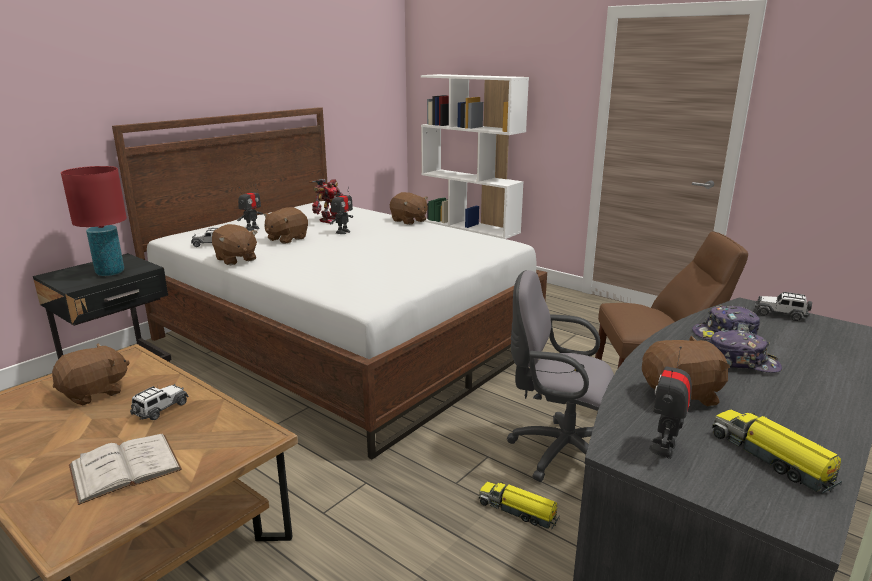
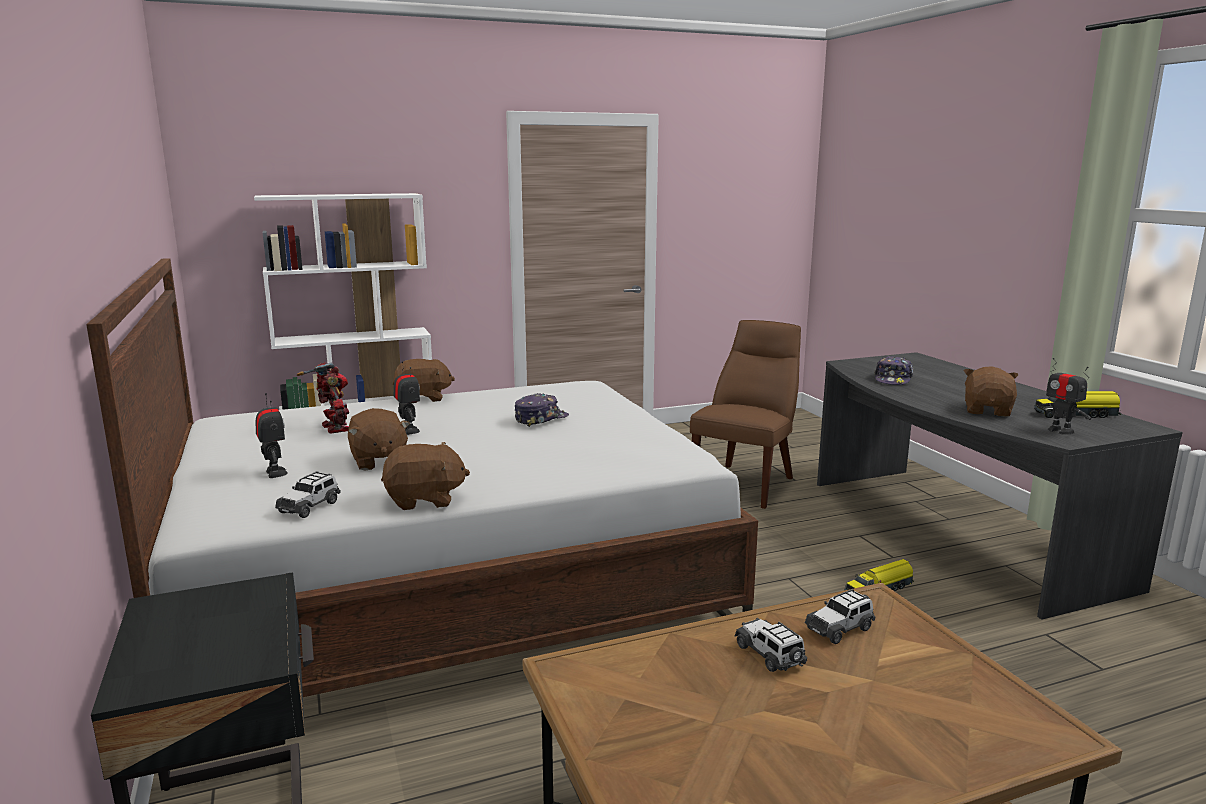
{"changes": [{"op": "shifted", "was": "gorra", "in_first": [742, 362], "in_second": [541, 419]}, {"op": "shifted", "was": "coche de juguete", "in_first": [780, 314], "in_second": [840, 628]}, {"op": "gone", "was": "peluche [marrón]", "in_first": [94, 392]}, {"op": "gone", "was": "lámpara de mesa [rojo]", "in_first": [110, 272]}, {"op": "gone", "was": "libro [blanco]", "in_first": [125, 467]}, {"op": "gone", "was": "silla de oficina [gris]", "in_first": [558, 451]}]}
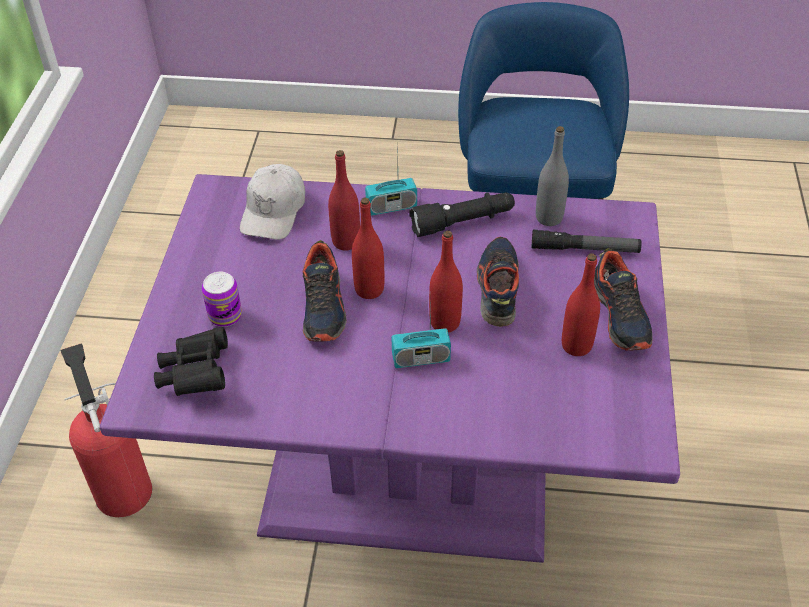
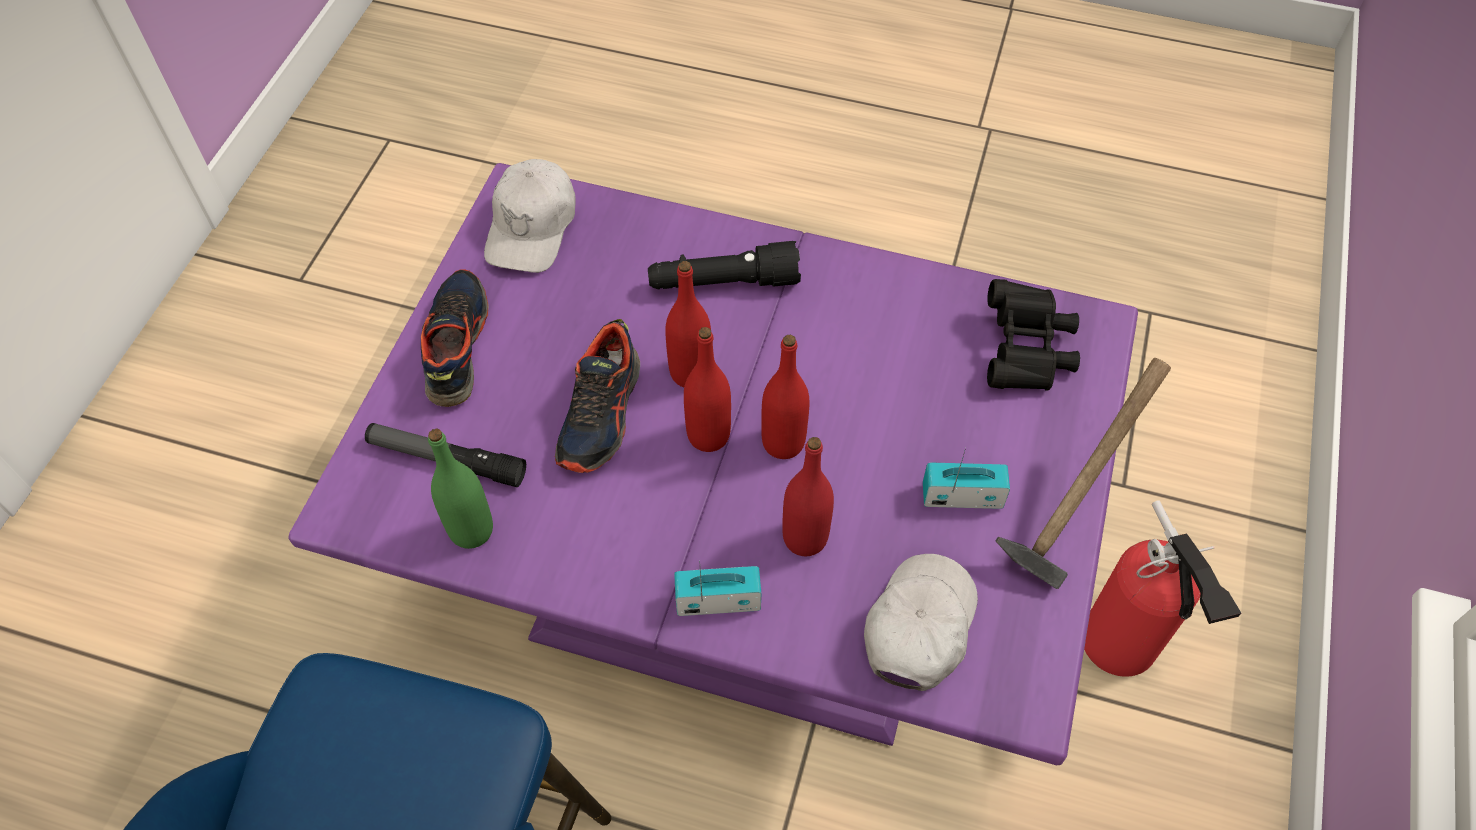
{"changes": [{"op": "repainted", "was": "botella [gris]", "now": "botella [verde]", "in_first": [549, 218], "in_second": [471, 530]}, {"op": "new", "now": "gorra [blanco]", "in_second": [532, 227]}, {"op": "shifted", "was": "linterna [negro]", "in_first": [463, 222], "in_second": [723, 283]}, {"op": "shifted", "was": "botella [rojo]", "in_first": [576, 345], "in_second": [708, 435]}, {"op": "shifted", "was": "radio", "in_first": [421, 358], "in_second": [962, 496]}, {"op": "new", "now": "martillo", "in_second": [1067, 512]}, {"op": "gone", "was": "lata", "in_first": [225, 316]}, {"op": "gone", "was": "zapato", "in_first": [324, 307]}]}
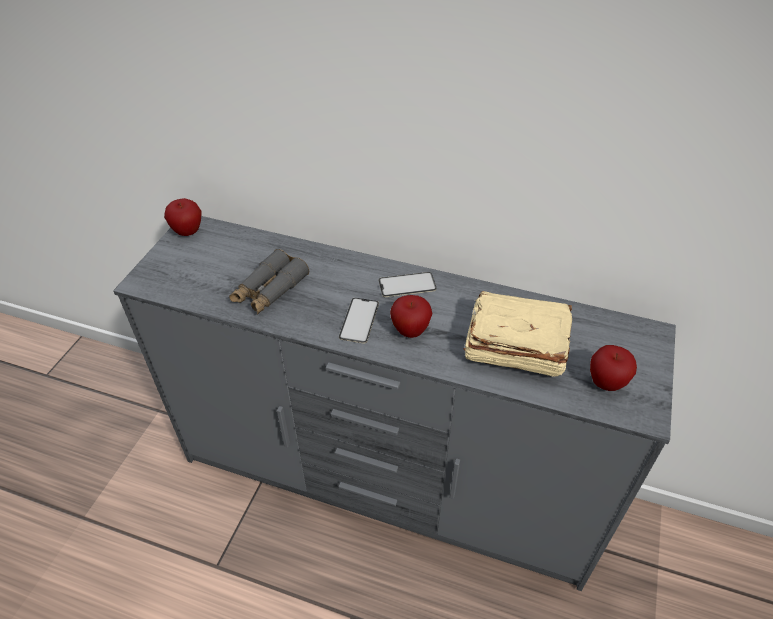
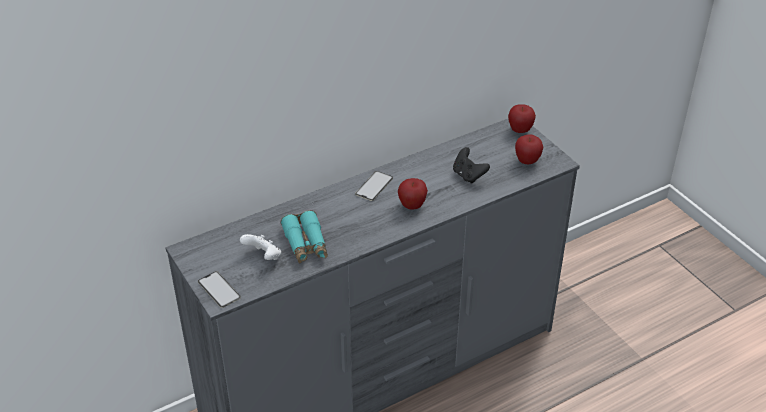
{"changes": [{"op": "shifted", "was": "móvil", "in_first": [359, 320], "in_second": [219, 289]}, {"op": "new", "now": "mando de consola [blanco]", "in_second": [263, 257]}, {"op": "repainted", "was": "prismáticos [gris]", "now": "prismáticos [turquesa]", "in_first": [270, 290], "in_second": [305, 244]}, {"op": "swapped", "was": "libro [beis]", "now": "mando de consola [negro]", "in_first": [514, 346], "in_second": [468, 175]}, {"op": "shifted", "was": "manzana", "in_first": [188, 232], "in_second": [520, 130]}]}
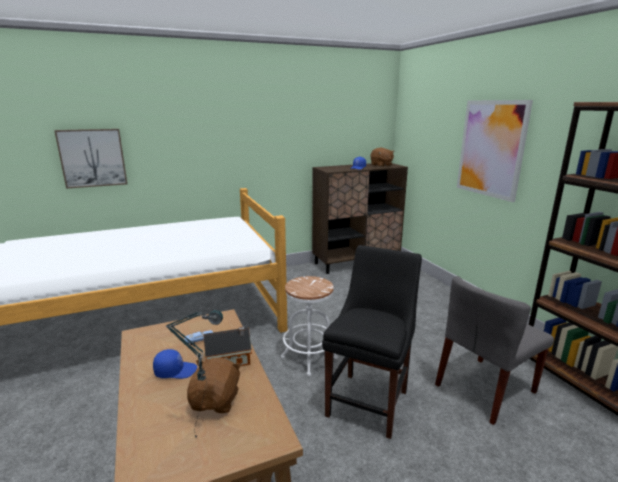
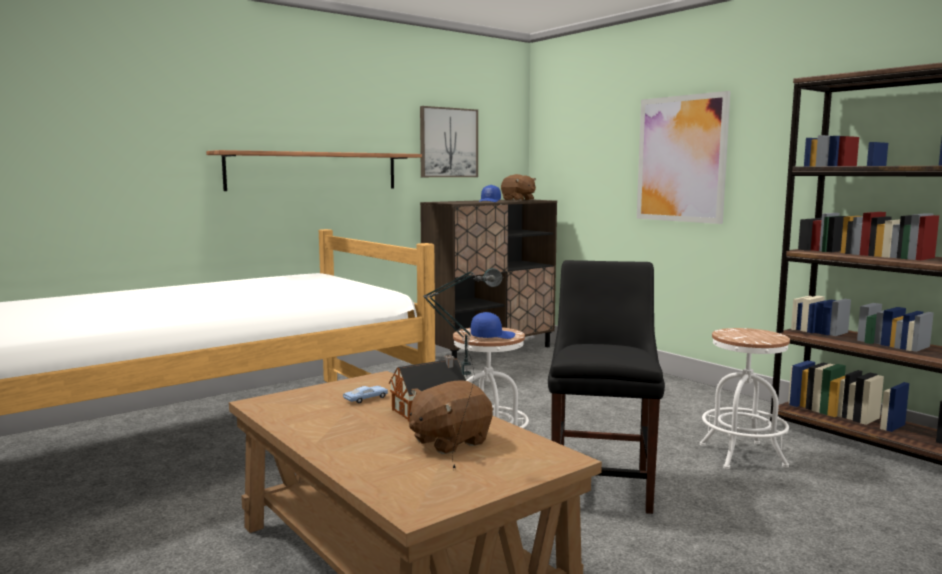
{"changes": [{"op": "new", "now": "estante", "in_second": [314, 171]}, {"op": "rotated", "was": "peluche [marrón]", "in_first": [216, 401], "in_second": [449, 441], "clockwise": -120}, {"op": "shifted", "was": "cuadro", "in_first": [93, 158], "in_second": [448, 142]}, {"op": "shifted", "was": "gorra [azul]", "in_first": [175, 370], "in_second": [492, 336]}, {"op": "swapped", "was": "silla [gris]", "now": "taburete [blanco]", "in_first": [485, 389], "in_second": [742, 455]}]}
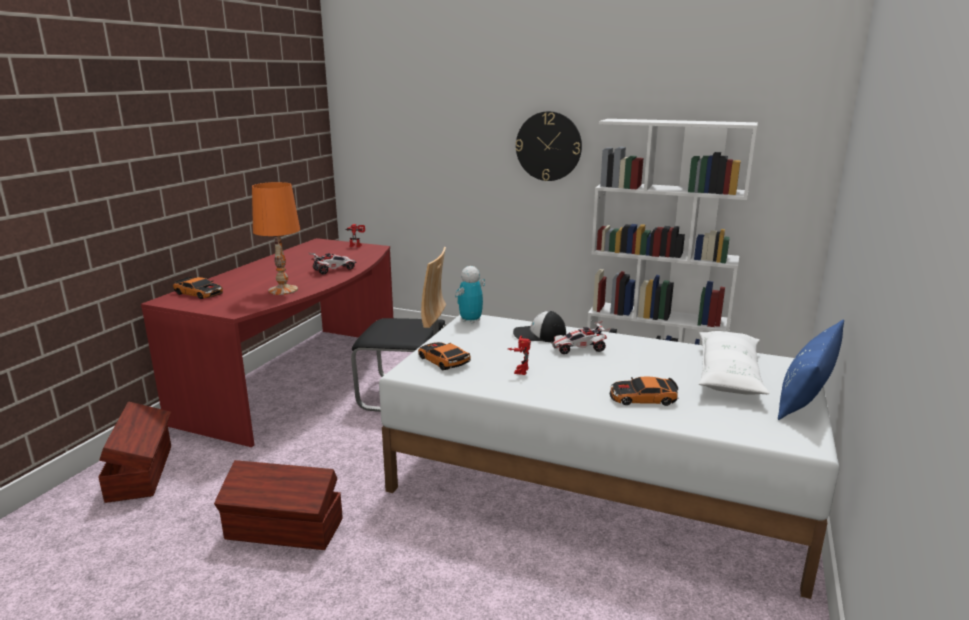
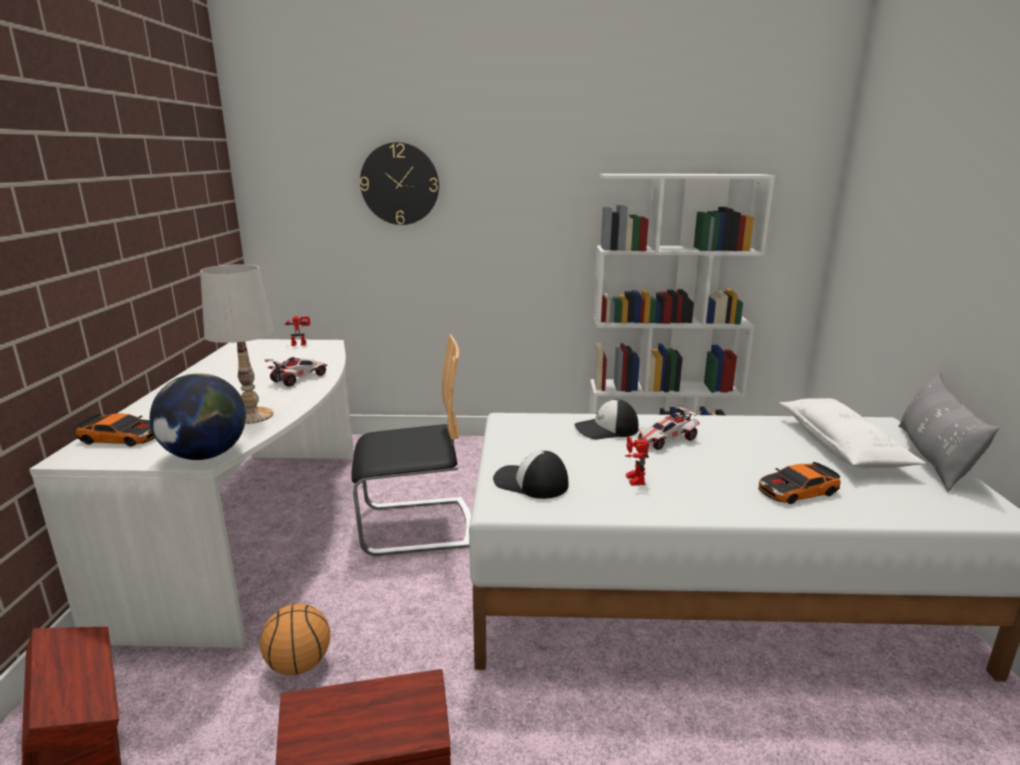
{"changes": [{"op": "repainted", "was": "escritorio [rojo]", "now": "escritorio [blanco]", "in_first": [301, 379], "in_second": [259, 529]}, {"op": "new", "now": "globo terráqueo", "in_second": [206, 455]}, {"op": "repainted", "was": "lámpara de mesa [naranja]", "now": "lámpara de mesa [blanco]", "in_first": [282, 290], "in_second": [251, 416]}, {"op": "new", "now": "balón de baloncesto", "in_second": [298, 664]}, {"op": "shifted", "was": "reloj de pared", "in_first": [548, 146], "in_second": [400, 184]}, {"op": "swapped", "was": "coche de juguete", "now": "gorra", "in_first": [442, 360], "in_second": [530, 482]}, {"op": "repainted", "was": "cojín [azul]", "now": "cojín [gris]", "in_first": [805, 395], "in_second": [932, 457]}, {"op": "gone", "was": "robot de juguete", "in_first": [470, 321]}]}
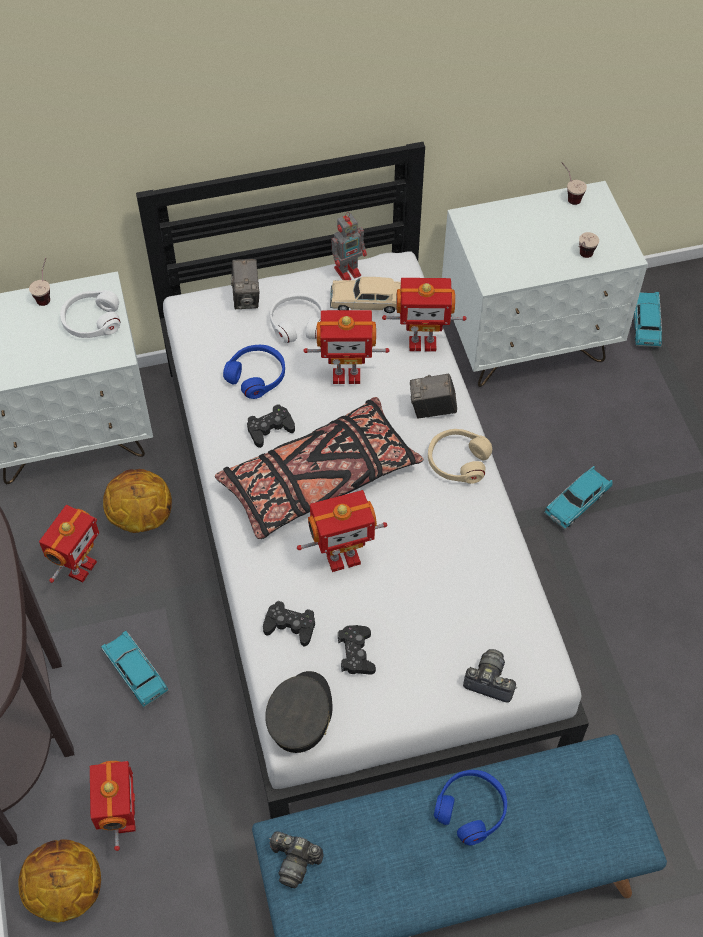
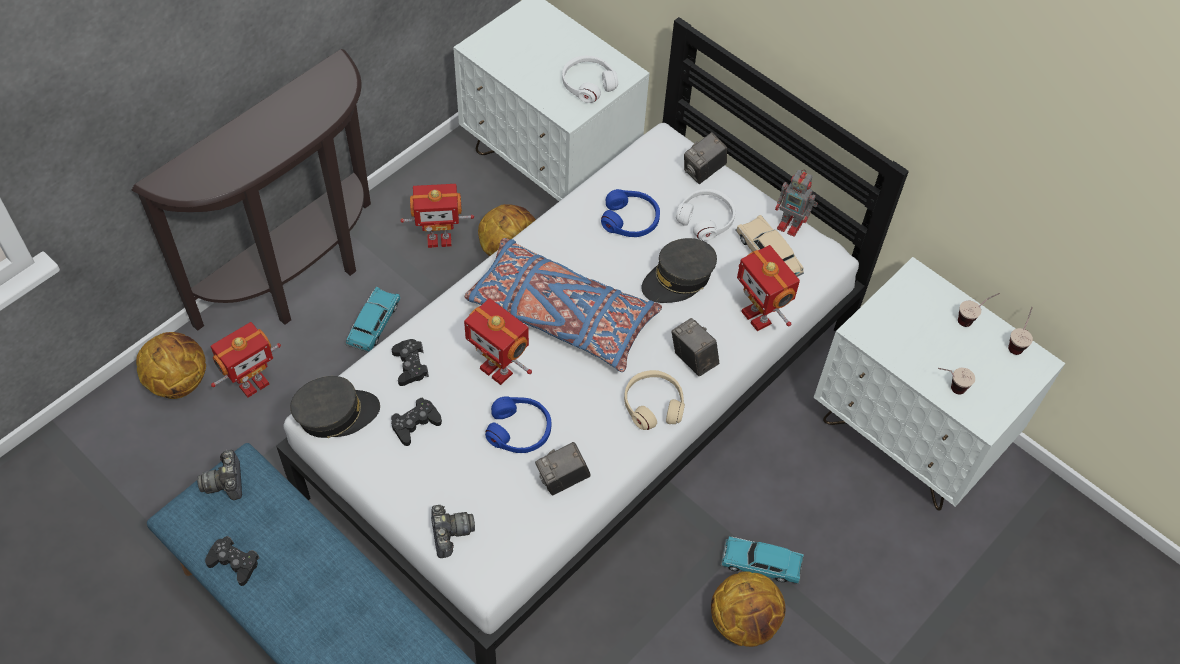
{"changes": [{"op": "shifted", "was": "mando de consola [negro]", "in_first": [270, 429], "in_second": [234, 563]}, {"op": "repainted", "was": "cojín [negro]", "now": "cojín [azul]", "in_first": [319, 479], "in_second": [561, 315]}, {"op": "shifted", "was": "auriculares [azul]", "in_first": [471, 809], "in_second": [519, 430]}, {"op": "new", "now": "cámara", "in_second": [562, 480]}, {"op": "swapped", "was": "robot de juguete", "now": "gorra [gris]", "in_first": [346, 375], "in_second": [678, 279]}, {"op": "new", "now": "balón de baloncesto", "in_second": [744, 622]}, {"op": "shifted", "was": "taza", "in_first": [46, 294], "in_second": [972, 318]}, {"op": "gone", "was": "coche de juguete [turquesa]", "in_first": [645, 324]}]}
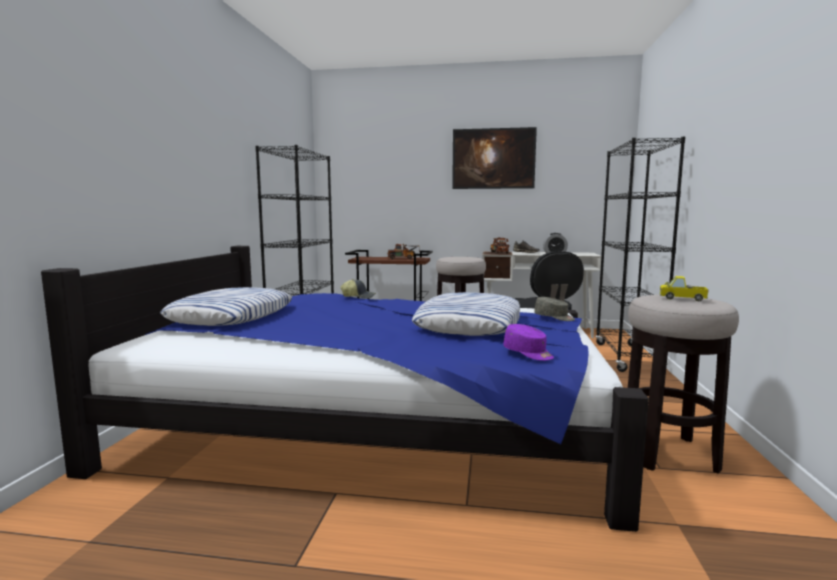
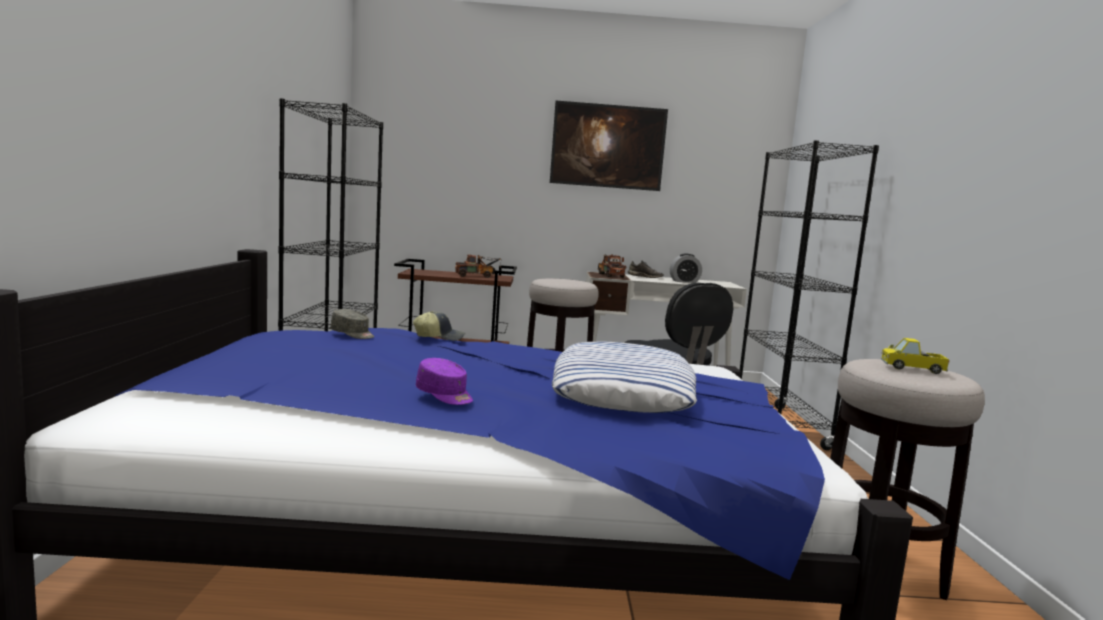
{"changes": [{"op": "shifted", "was": "gorra [gris]", "in_first": [554, 317], "in_second": [353, 334]}, {"op": "shifted", "was": "gorra [morado]", "in_first": [528, 353], "in_second": [445, 395]}, {"op": "gone", "was": "cojín", "in_first": [232, 316]}]}
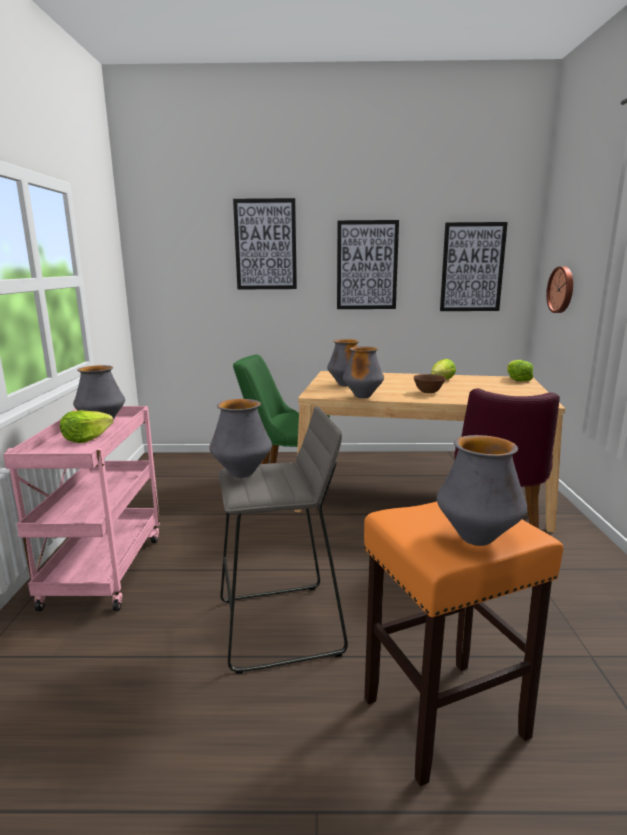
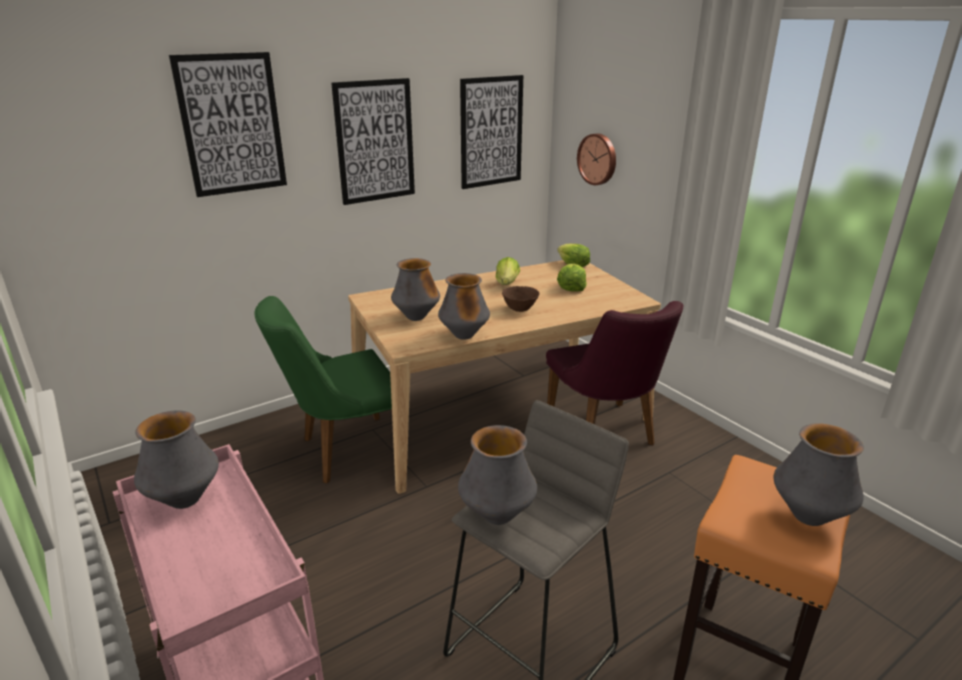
{"changes": [{"op": "shifted", "was": "lechuga", "in_first": [86, 438], "in_second": [571, 287]}]}
